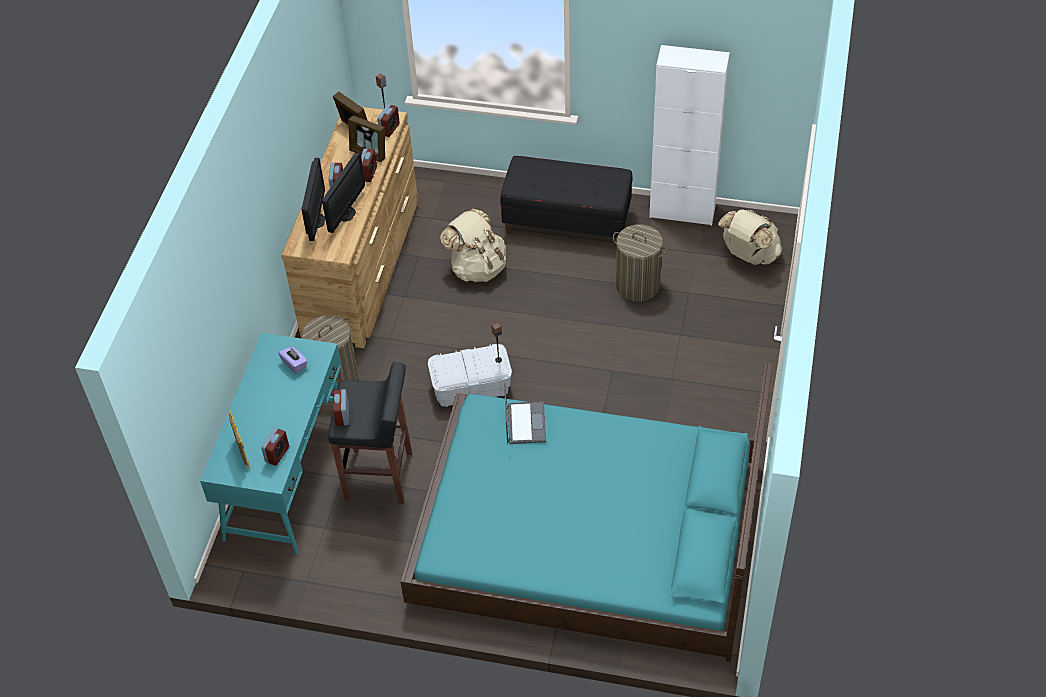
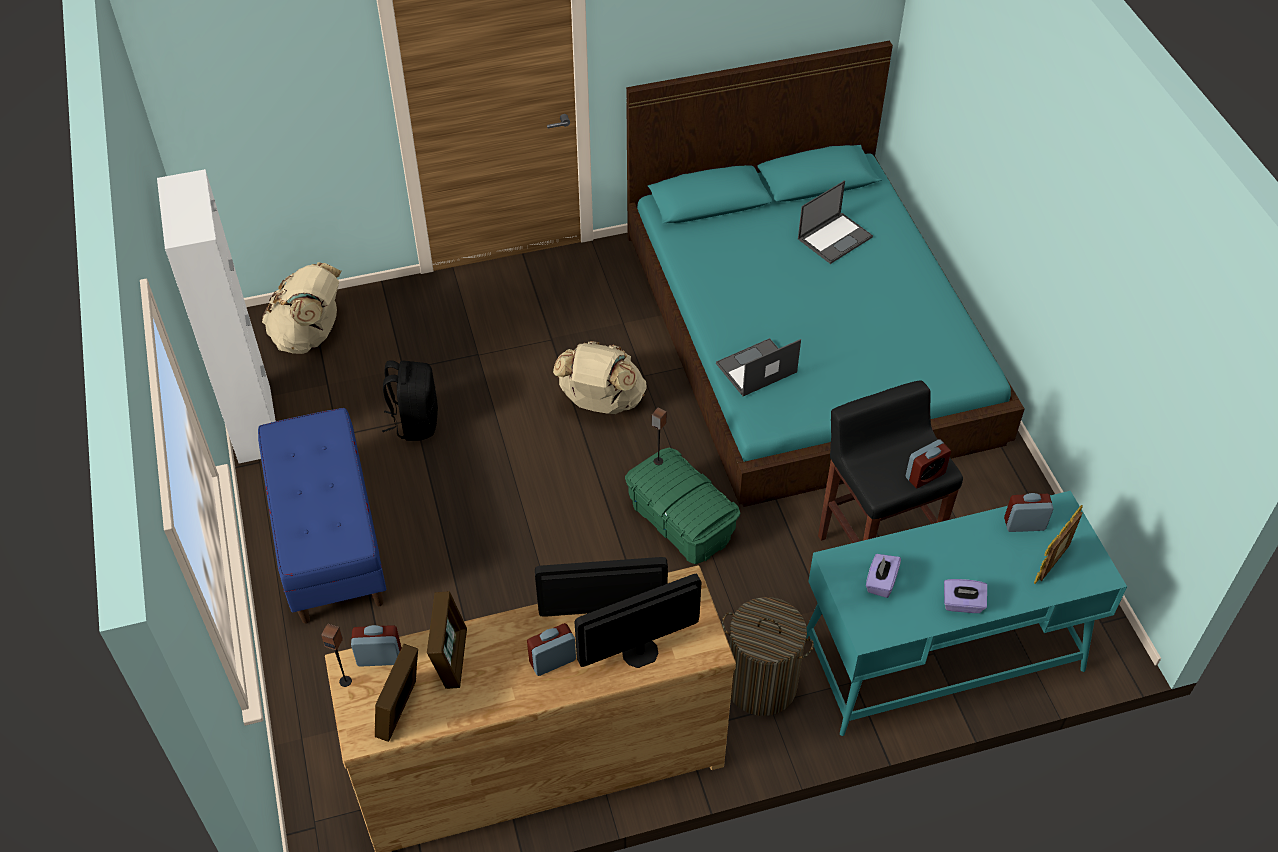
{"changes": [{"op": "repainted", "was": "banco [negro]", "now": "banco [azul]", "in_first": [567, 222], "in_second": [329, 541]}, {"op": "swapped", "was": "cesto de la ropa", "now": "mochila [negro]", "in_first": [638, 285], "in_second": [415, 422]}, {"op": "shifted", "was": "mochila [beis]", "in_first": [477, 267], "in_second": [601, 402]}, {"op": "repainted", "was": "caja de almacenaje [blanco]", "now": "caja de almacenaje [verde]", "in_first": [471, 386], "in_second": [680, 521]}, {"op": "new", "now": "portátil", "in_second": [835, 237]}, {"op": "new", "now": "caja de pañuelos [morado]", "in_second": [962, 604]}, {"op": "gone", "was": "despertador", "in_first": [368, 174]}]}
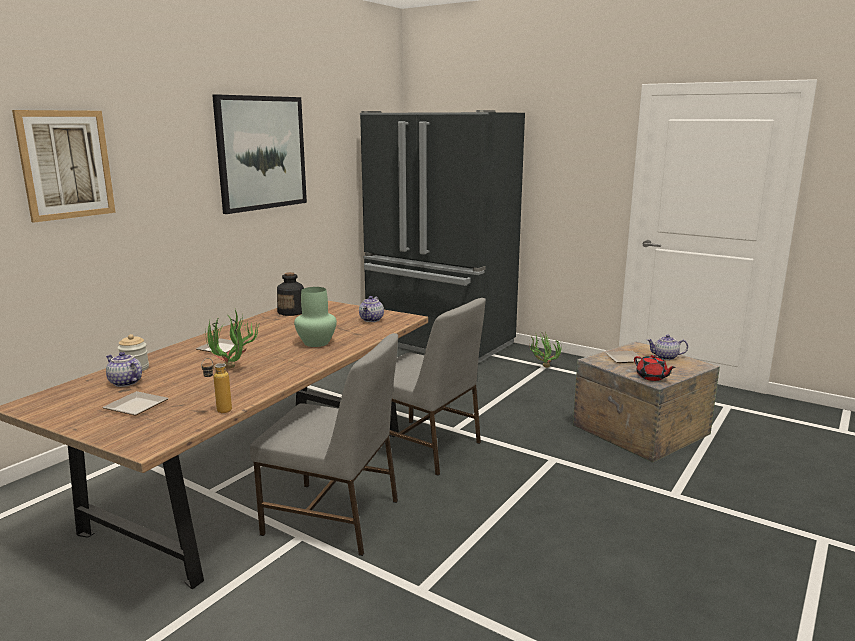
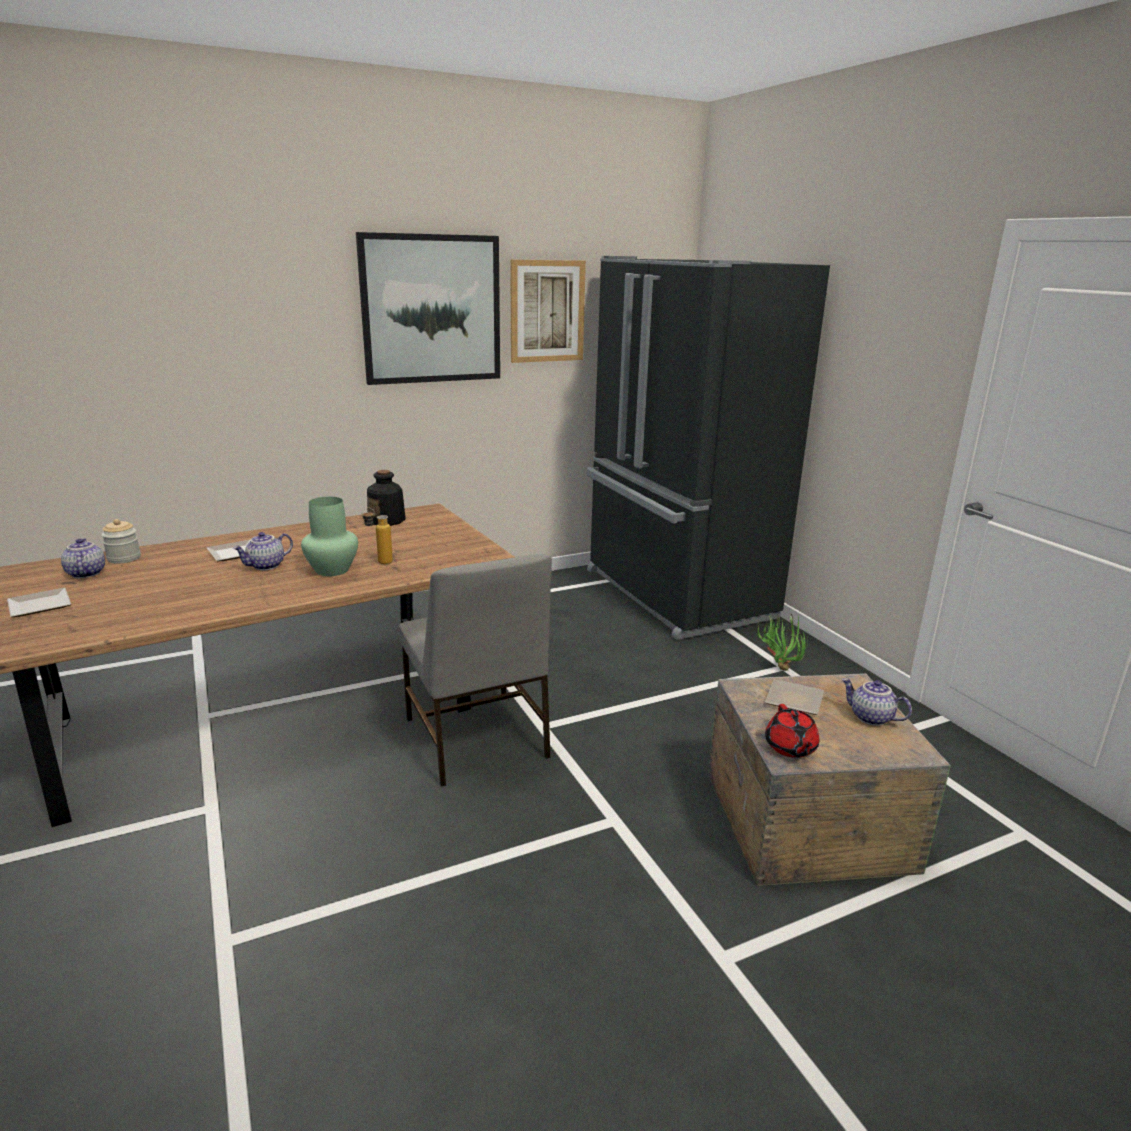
{"changes": [{"op": "shifted", "was": "tetera", "in_first": [372, 320], "in_second": [266, 566]}, {"op": "shifted", "was": "botella", "in_first": [219, 412], "in_second": [379, 562]}, {"op": "shifted", "was": "cuadro", "in_first": [66, 164], "in_second": [547, 311]}, {"op": "gone", "was": "planta en maceta", "in_first": [233, 370]}, {"op": "gone", "was": "silla [gris]", "in_first": [333, 518]}]}
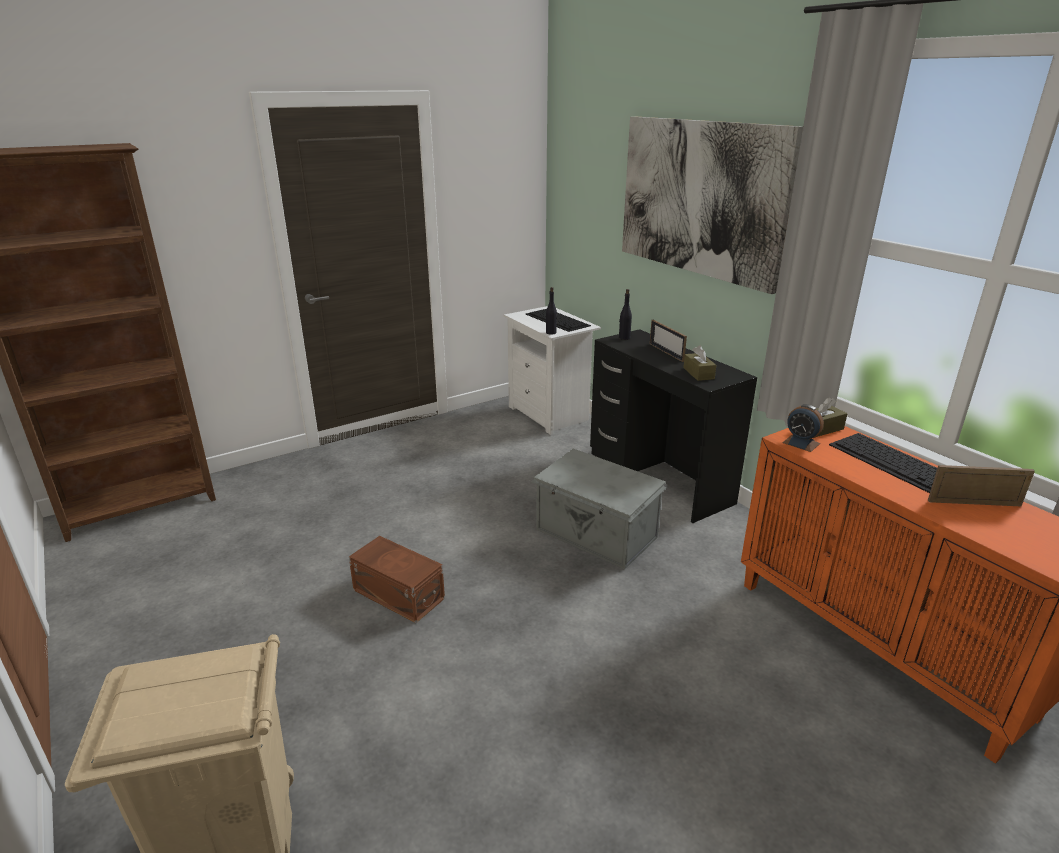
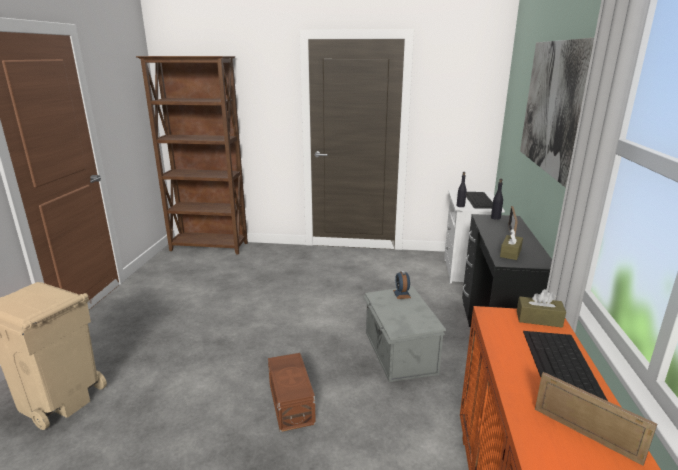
{"changes": [{"op": "shifted", "was": "caja de almacenaje [marrón]", "in_first": [398, 593], "in_second": [292, 402]}, {"op": "shifted", "was": "despertador", "in_first": [801, 443], "in_second": [401, 294]}]}
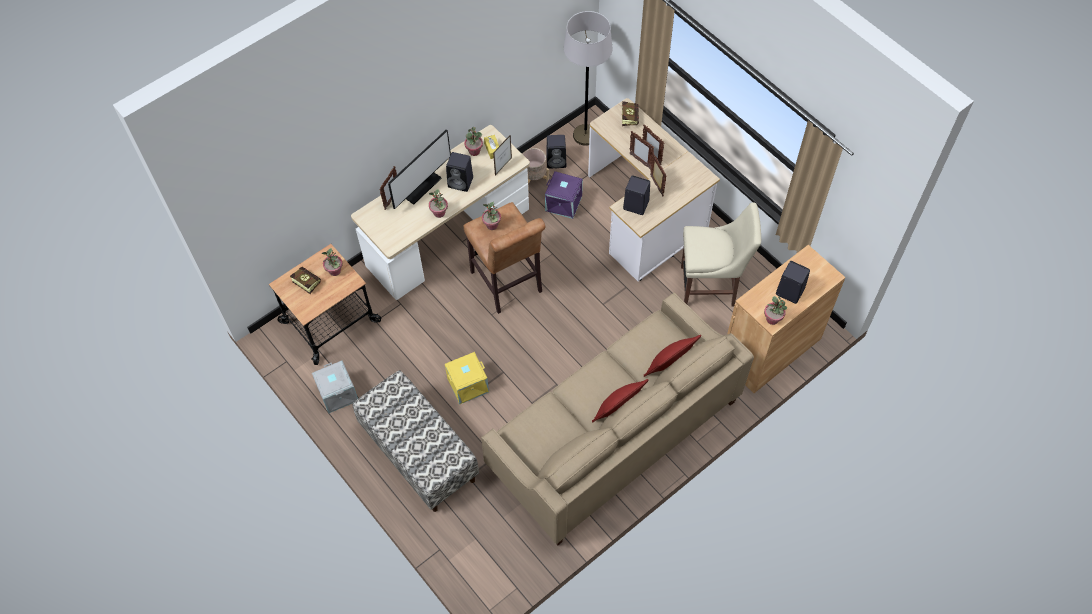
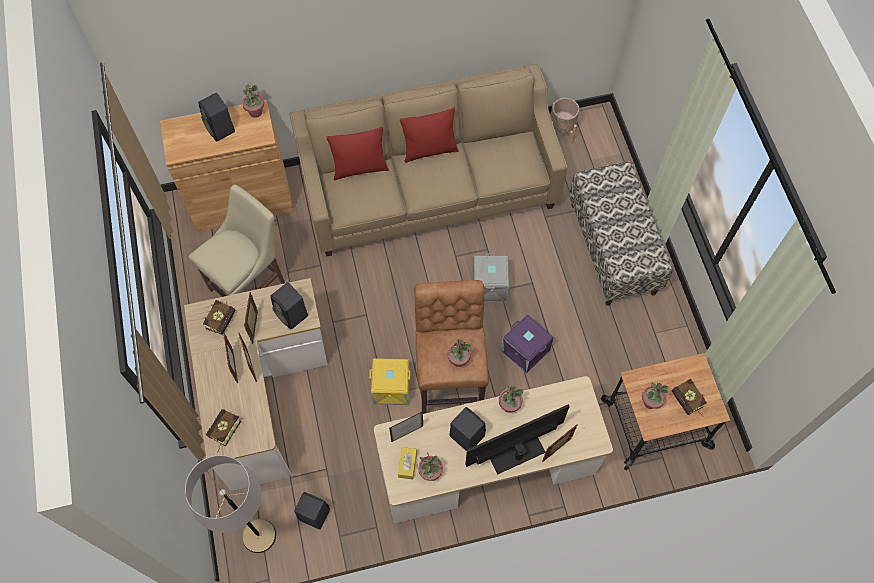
{"changes": [{"op": "rotated", "was": "silla [beis]", "in_first": [711, 286], "in_second": [250, 284], "clockwise": 105}, {"op": "new", "now": "libro", "in_second": [223, 318]}, {"op": "shifted", "was": "caja de almacenaje [amarillo]", "in_first": [468, 384], "in_second": [391, 388]}, {"op": "shifted", "was": "caja de almacenaje [gris]", "in_first": [337, 394], "in_second": [490, 286]}, {"op": "shifted", "was": "caja de almacenaje [morado]", "in_first": [564, 203], "in_second": [524, 351]}, {"op": "shifted", "was": "maceta [beis]", "in_first": [534, 178], "in_second": [561, 130]}]}
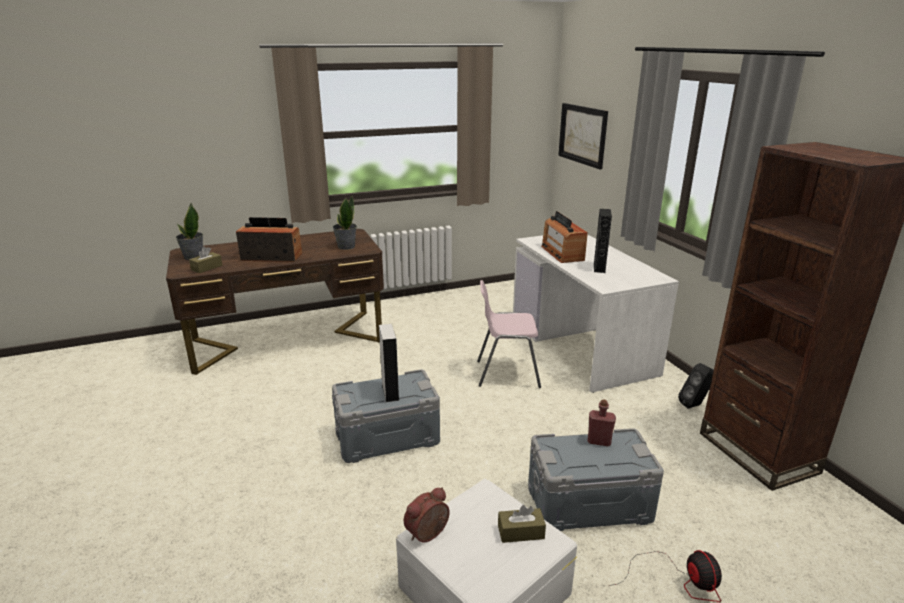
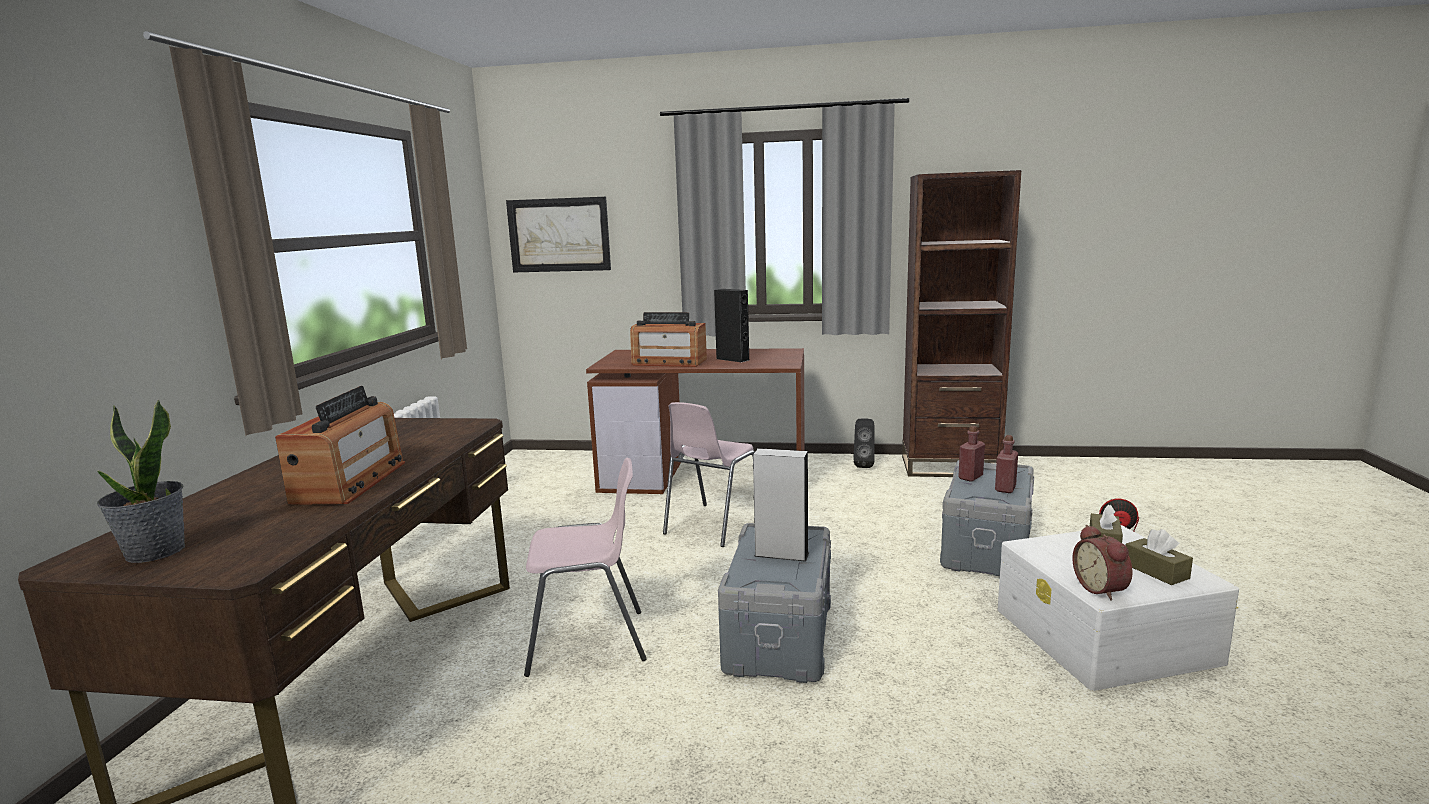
{"changes": [{"op": "rotated", "was": "radio", "in_first": [272, 257], "in_second": [350, 482], "clockwise": 150}, {"op": "new", "now": "silla [rosa]", "in_second": [588, 642]}, {"op": "repainted", "was": "escritorio [blanco]", "now": "escritorio [marrón]", "in_first": [582, 346], "in_second": [706, 476]}, {"op": "new", "now": "botella [rojo]", "in_second": [1005, 488]}, {"op": "shifted", "was": "caja de pañuelos [marrón]", "in_first": [207, 268], "in_second": [1156, 571]}, {"op": "gone", "was": "planta en maceta", "in_first": [346, 247]}]}
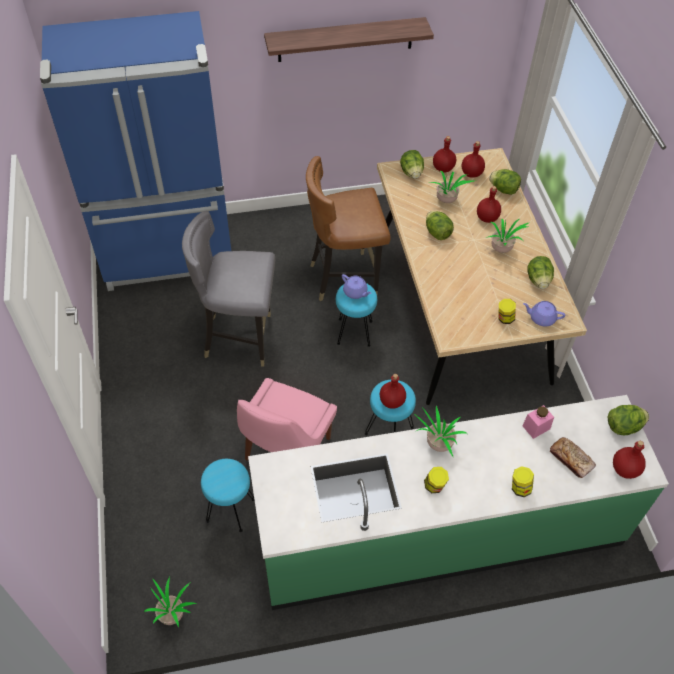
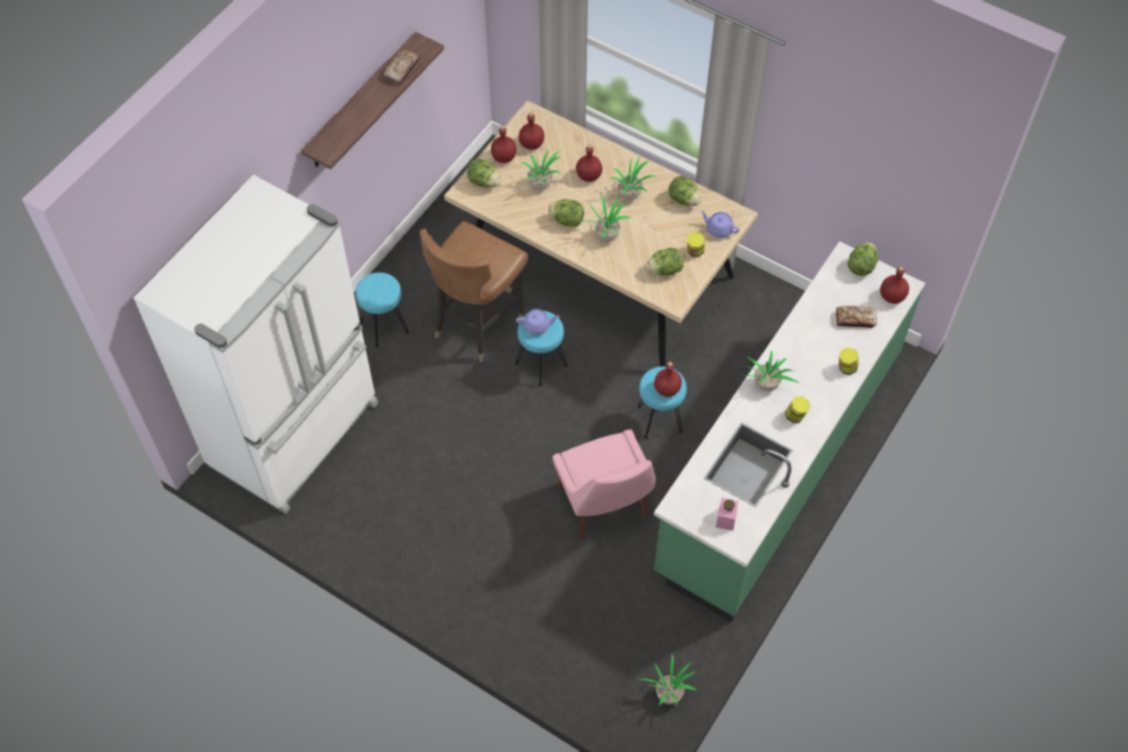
{"changes": [{"op": "repainted", "was": "nevera [azul]", "now": "nevera [blanco]", "in_first": [168, 255], "in_second": [297, 435]}, {"op": "shifted", "was": "taburete [turquesa]", "in_first": [231, 509], "in_second": [384, 326]}, {"op": "new", "now": "pan", "in_second": [402, 69]}, {"op": "new", "now": "planta en maceta", "in_second": [606, 235]}, {"op": "shifted", "was": "lechuga", "in_first": [503, 190], "in_second": [665, 270]}, {"op": "rotated", "was": "tetera [morado]", "in_first": [541, 318], "in_second": [718, 229], "clockwise": 60}, {"op": "shifted", "was": "tarro [rosa]", "in_first": [536, 427], "in_second": [726, 519]}, {"op": "gone", "was": "silla [gris]", "in_first": [240, 338]}]}
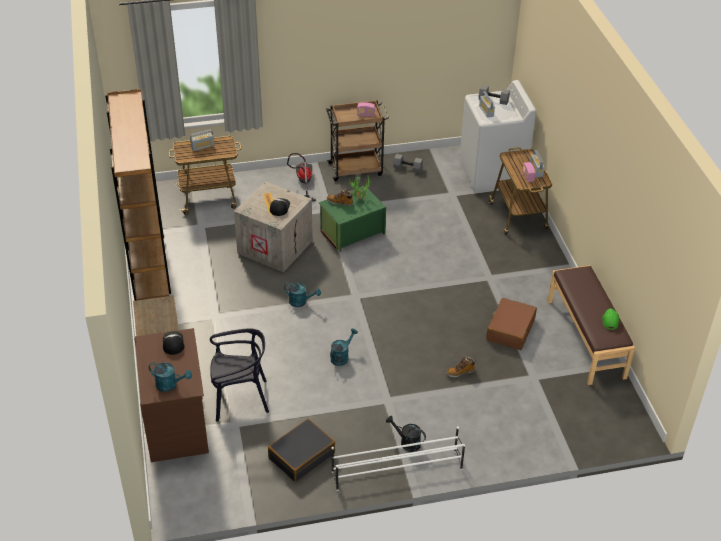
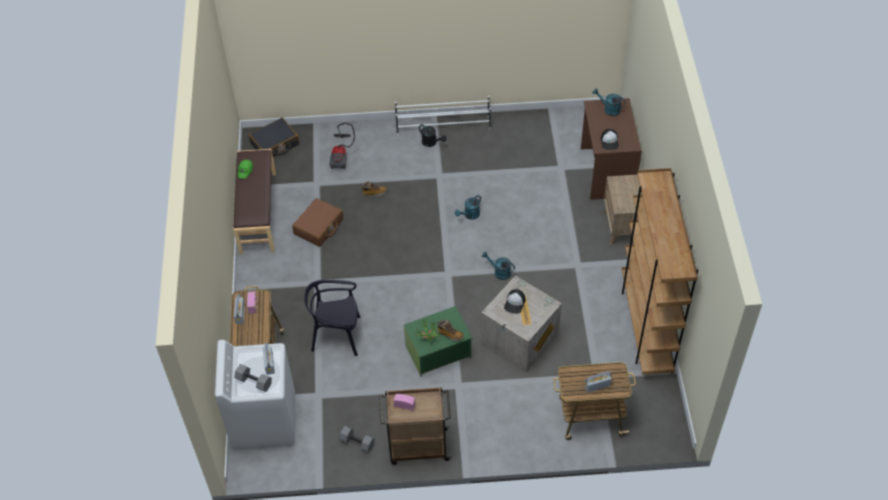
{"changes": [{"op": "shifted", "was": "maleta [negro]", "in_first": [301, 455], "in_second": [275, 144]}, {"op": "shifted", "was": "silla [negro]", "in_first": [240, 398], "in_second": [337, 336]}, {"op": "shifted", "was": "aspiradora", "in_first": [303, 183], "in_second": [341, 155]}]}
